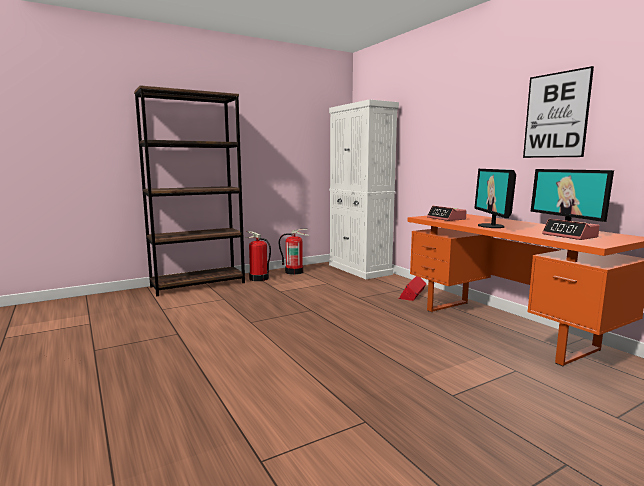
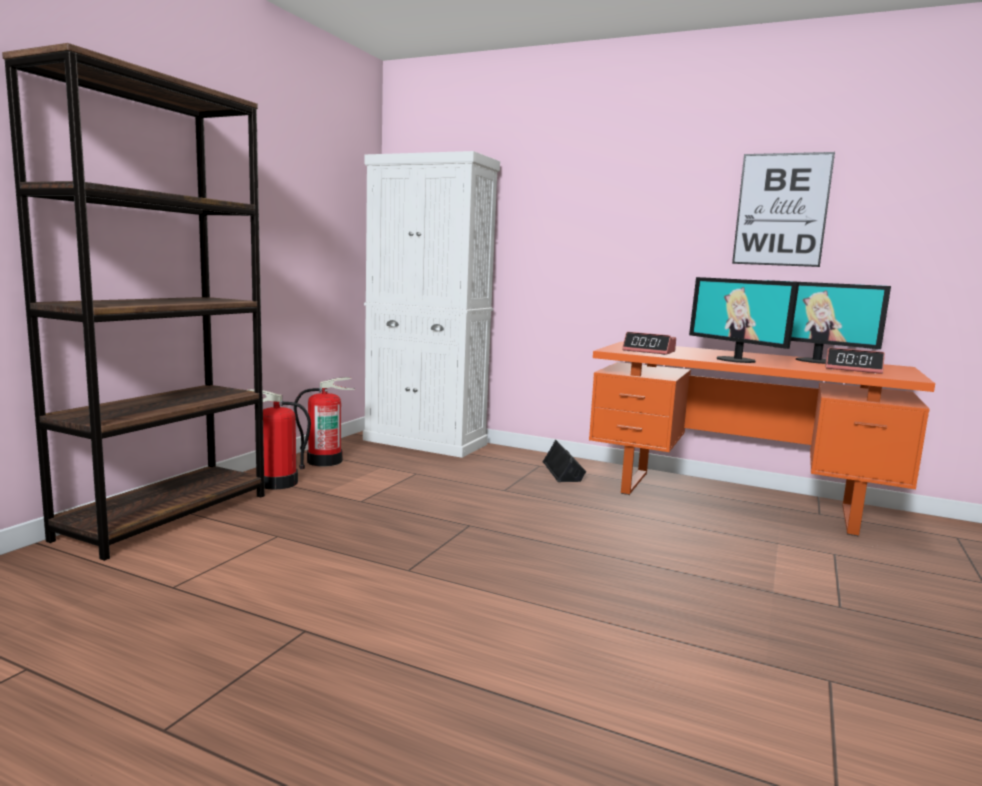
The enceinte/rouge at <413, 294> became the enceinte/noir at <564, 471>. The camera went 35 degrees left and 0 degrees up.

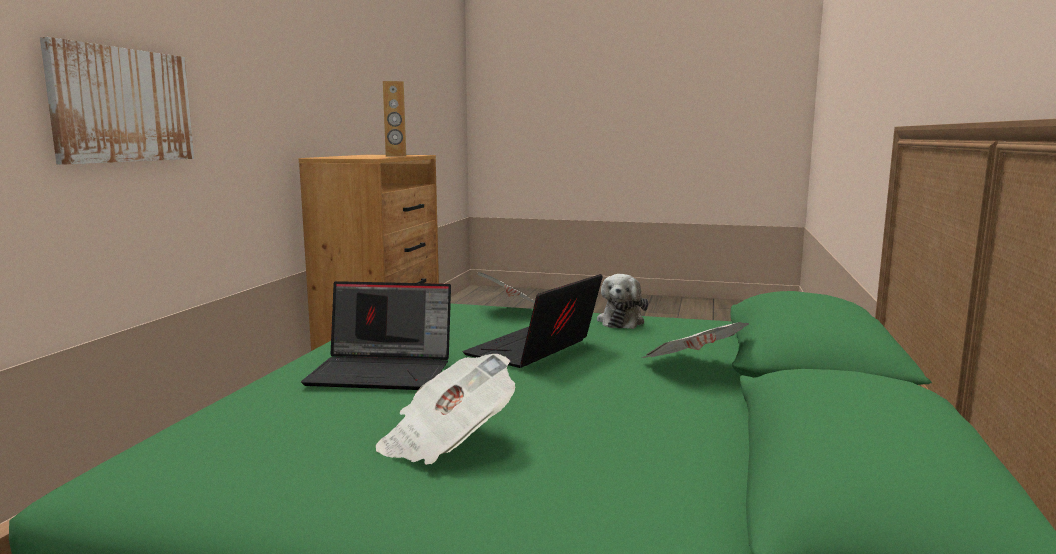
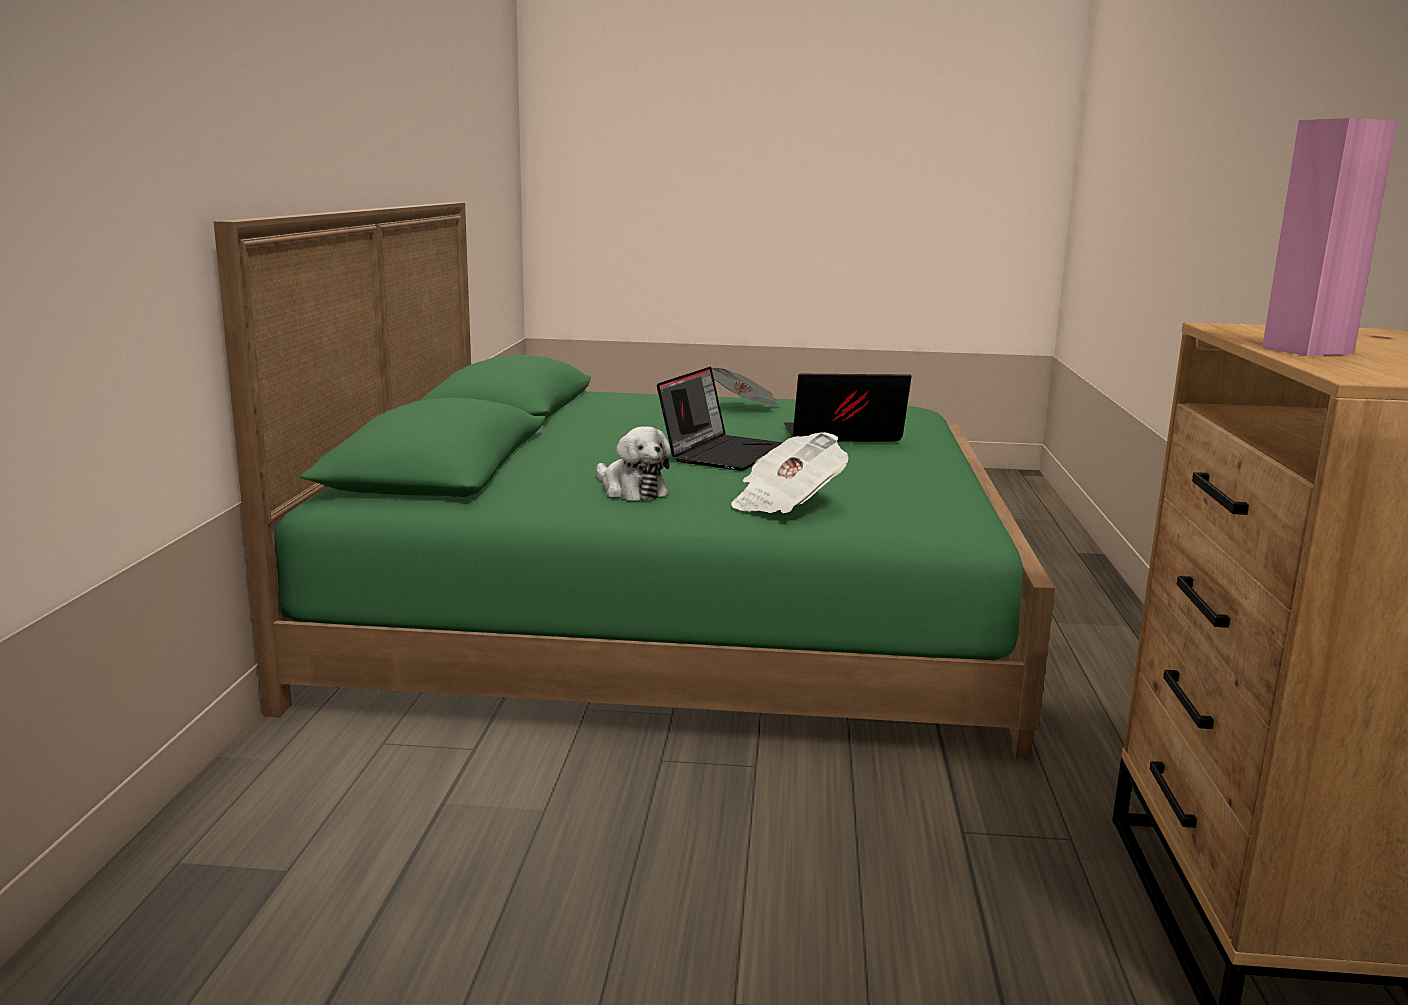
The tableau at <122, 105> disappeared. The journal at <692, 367> disappeared. The enceinte/marron at <396, 156> became the enceinte/rose at <1306, 350>. The peluche at <621, 321> turned 135 degrees clockwise. The camera went 170 degrees right and 5 degrees up.

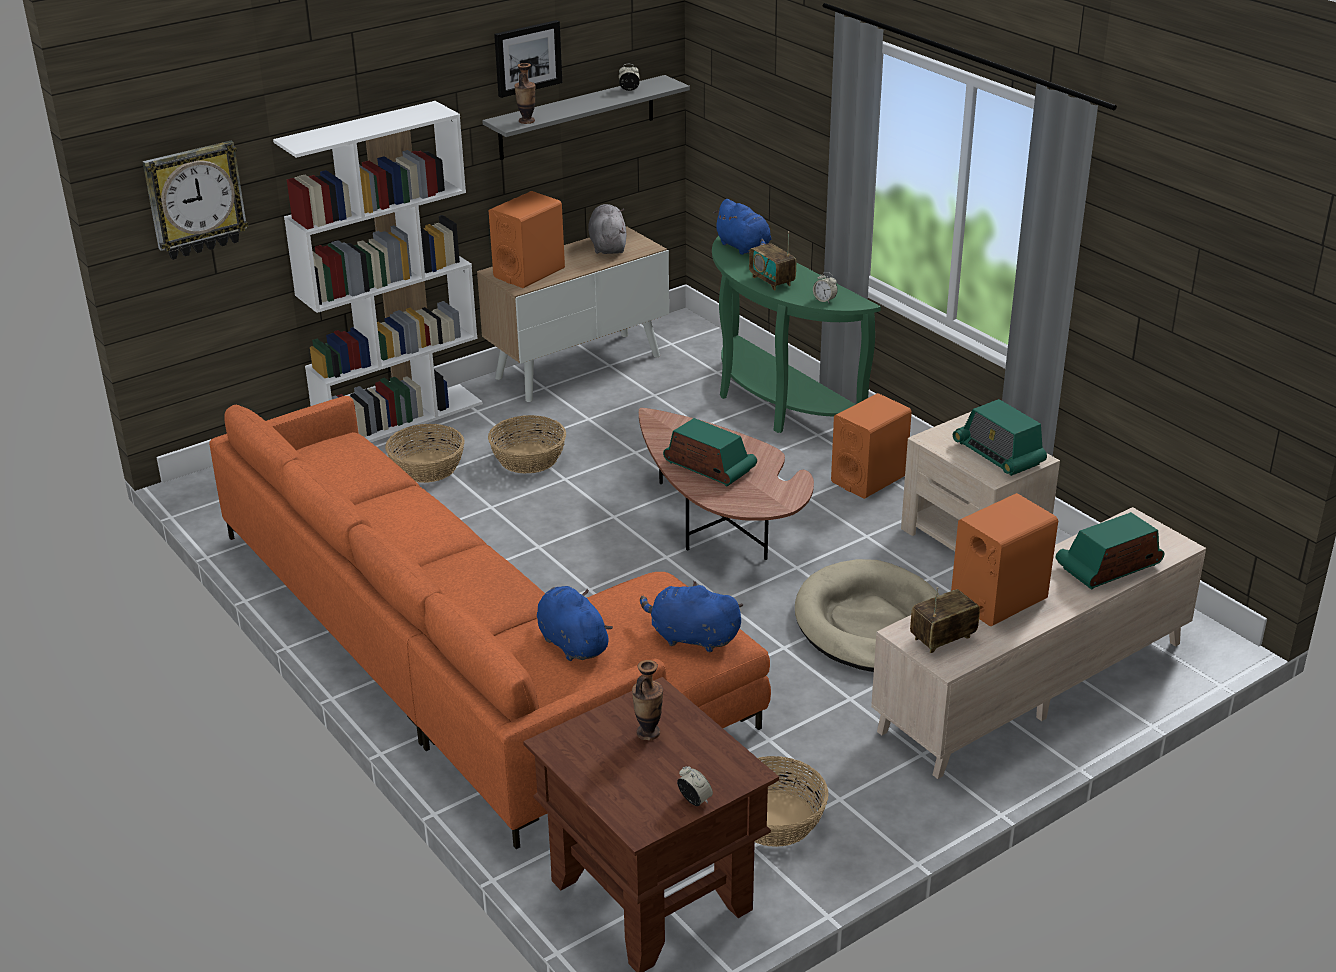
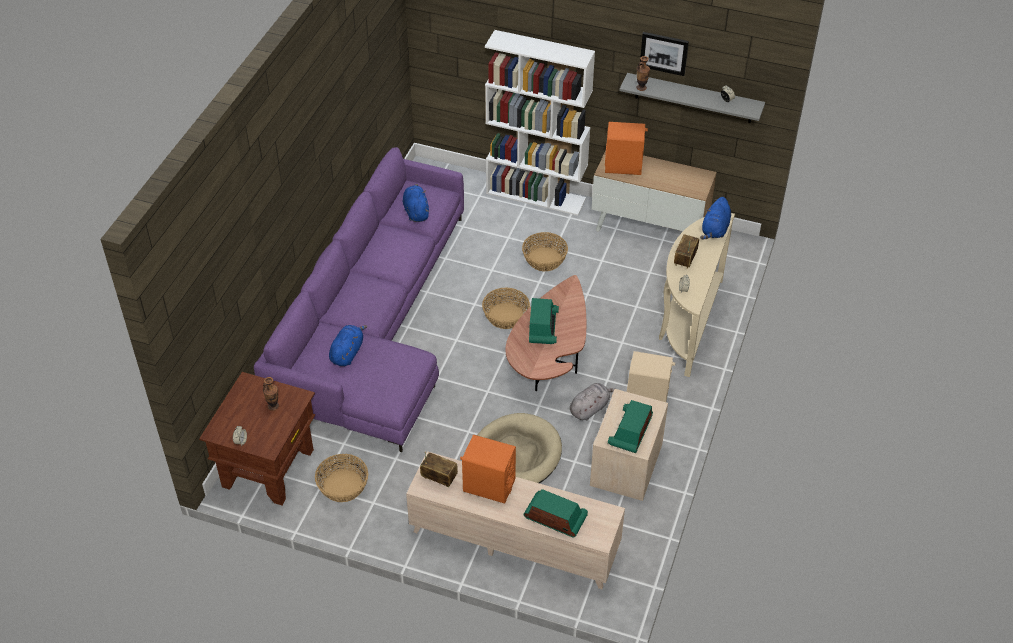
The horloge murale at <195, 200> disappeared. The panier moved from <427, 467> to <506, 316>. The peluche/gris moved from <608, 246> to <590, 408>. The peluche/bleu moved from <691, 637> to <416, 211>. The canapé/orange at <465, 654> became the canapé/violet at <374, 325>. The table console/vert at <774, 404> became the table console/beige at <687, 323>. The enceinte/orange at <869, 479> became the enceinte/beige at <647, 396>. The camera went 55 degrees right and 15 degrees up.

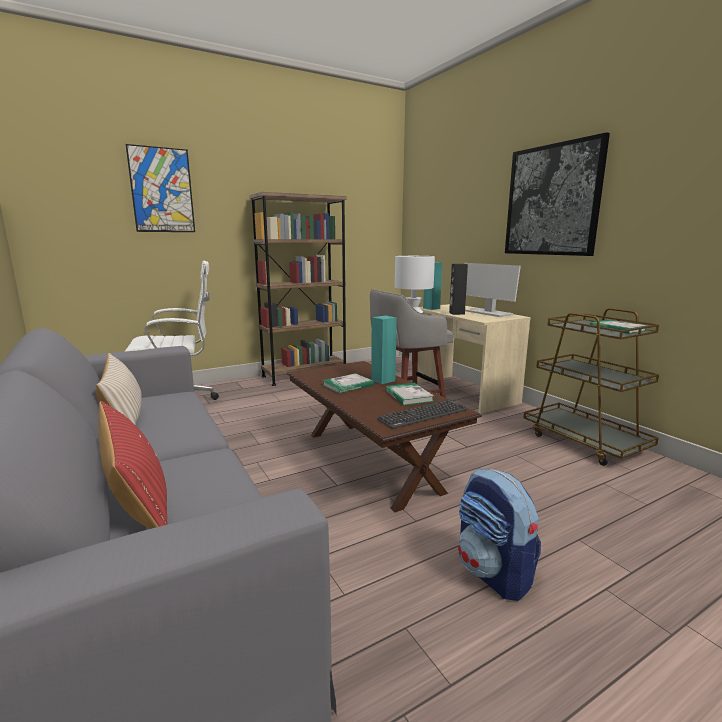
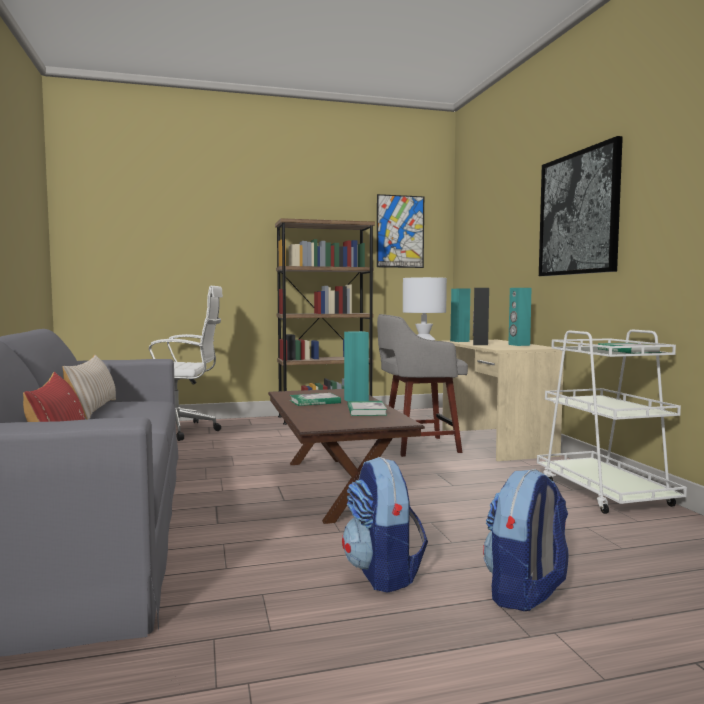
The clavier at <423, 415> disappeared. The sac à dos at <525, 593> appeared. The tableau moved from <162, 190> to <400, 231>. The écran d'ordinateur at <488, 313> was replaced by the enceinte/turquoise at <518, 345>. The chariot/marron at <584, 442> became the chariot/blanc at <604, 493>. The camera went 15 degrees right and 10 degrees down.

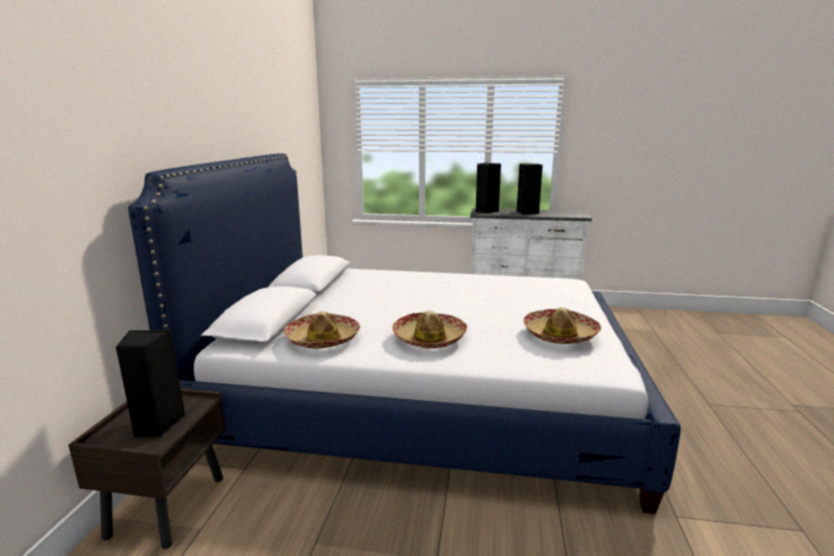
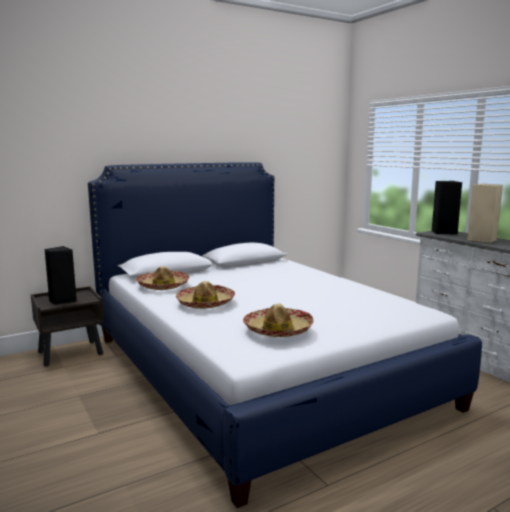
The enceinte/noir at <527, 212> became the enceinte/beige at <482, 240>. The camera went 50 degrees right and 5 degrees down.

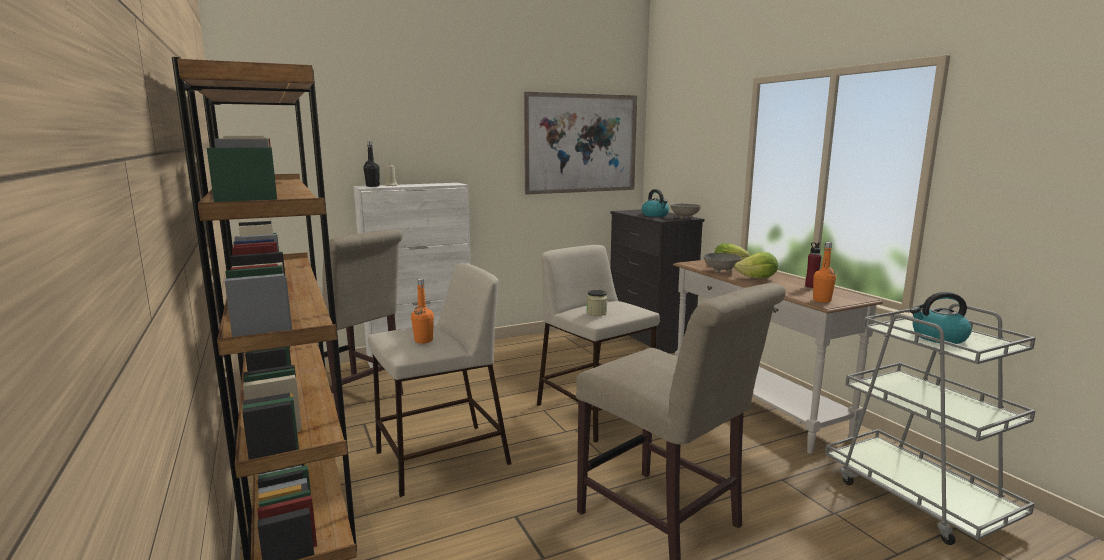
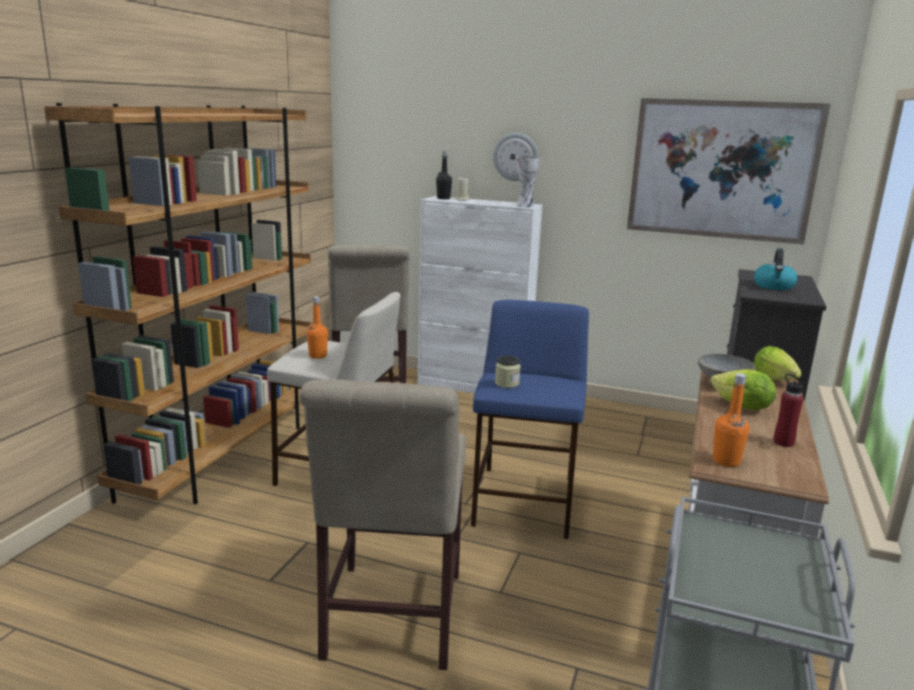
The bol/gris at <684, 218> disappeared. The bouilloire at <938, 337> disappeared. The horloge murale at <516, 157> appeared. The vase at <525, 206> appeared. The tabouret/beige at <595, 412> became the tabouret/bleu at <524, 502>. The camera went 45 degrees right and 5 degrees up.

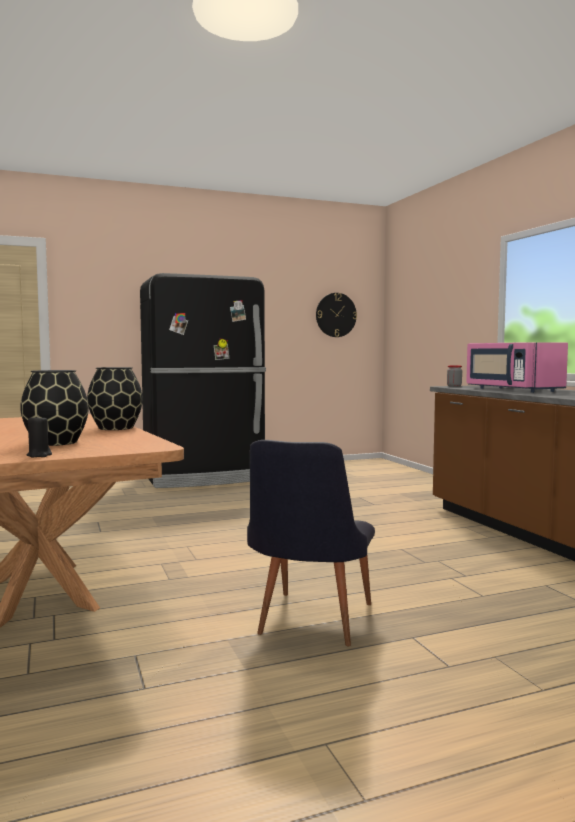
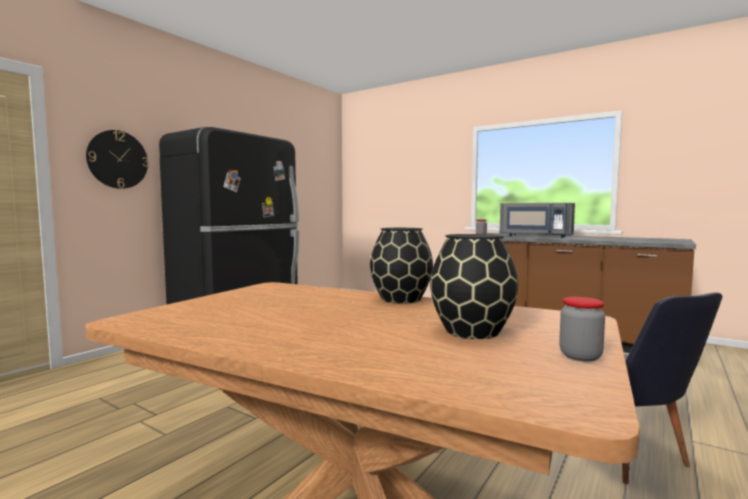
The horloge murale moved from <336, 315> to <118, 159>. The bougie/noir at <39, 455> was replaced by the bocal at <580, 356>. The micro-ondes/rose at <511, 390> became the micro-ondes/gris at <535, 236>. The camera went 35 degrees left and 0 degrees up.

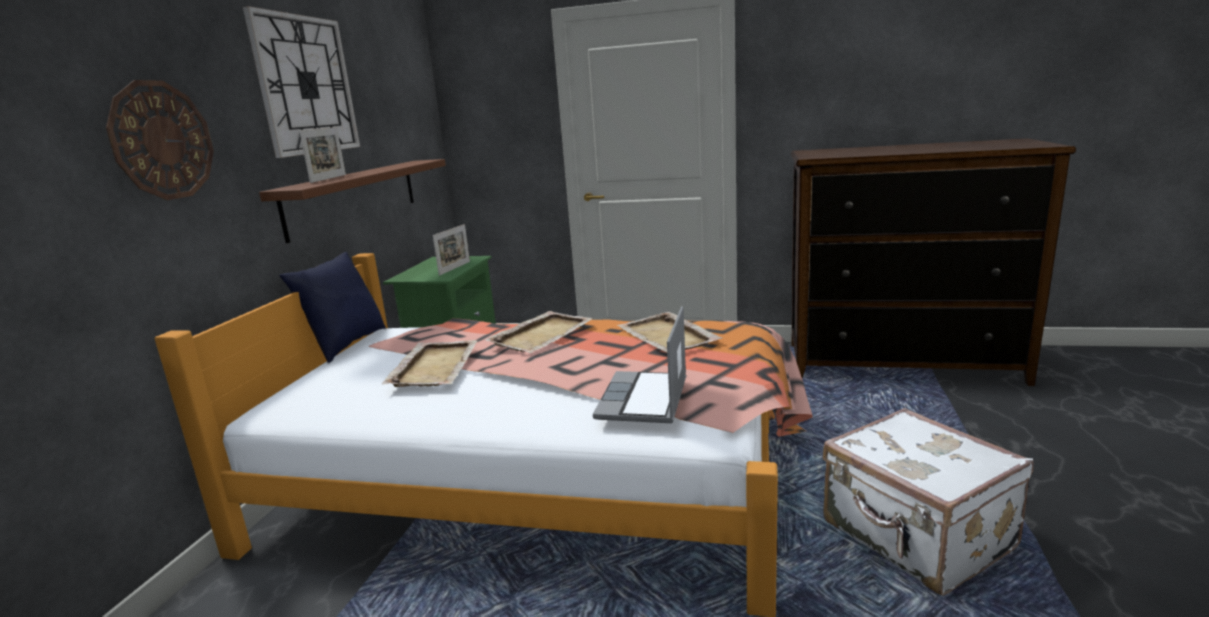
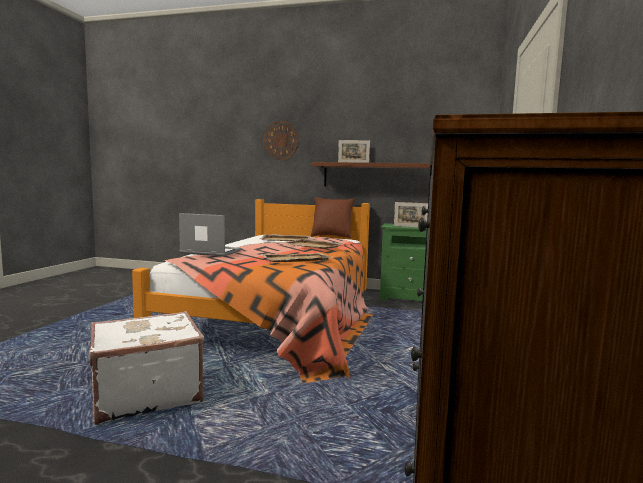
The horloge murale at <306, 85> disappeared. The coussin/bleu at <345, 345> became the coussin/marron at <331, 237>. The camera went 90 degrees right and 10 degrees down.

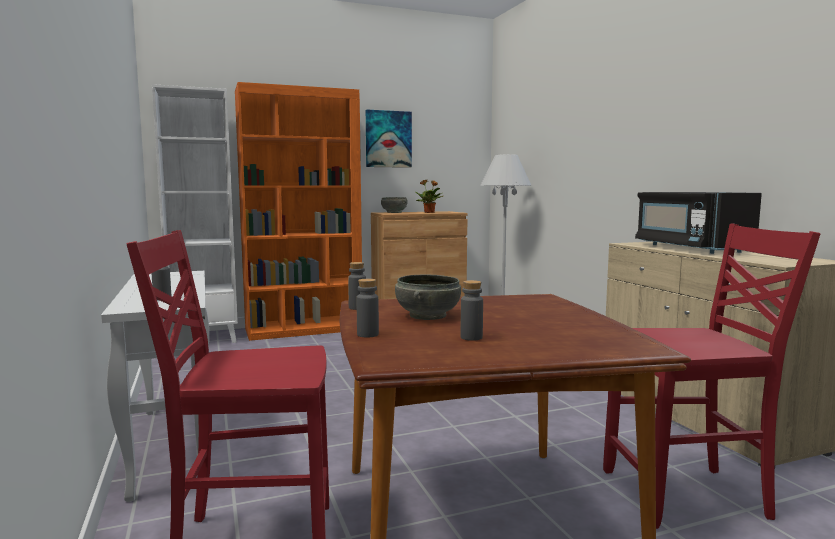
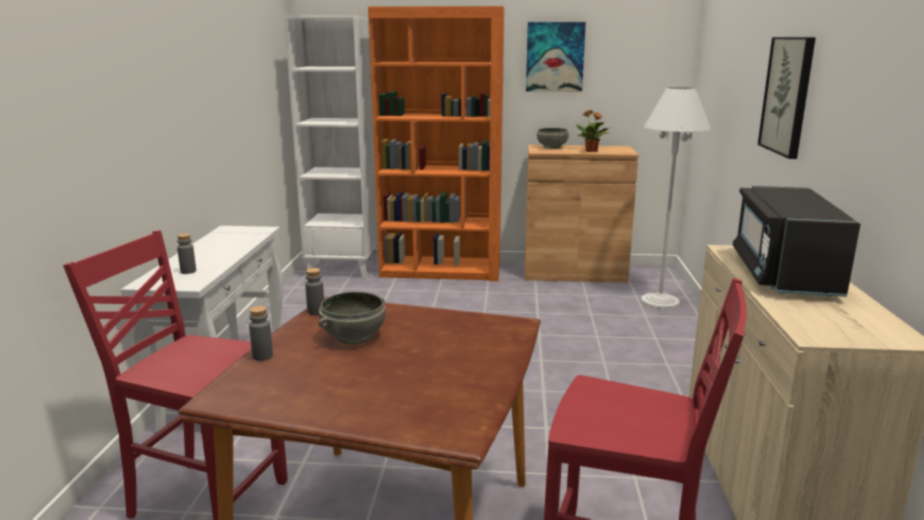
The bouteille/gris at <471, 337> disappeared. The tableau at <788, 95> appeared. The camera went 25 degrees right and 10 degrees up.

